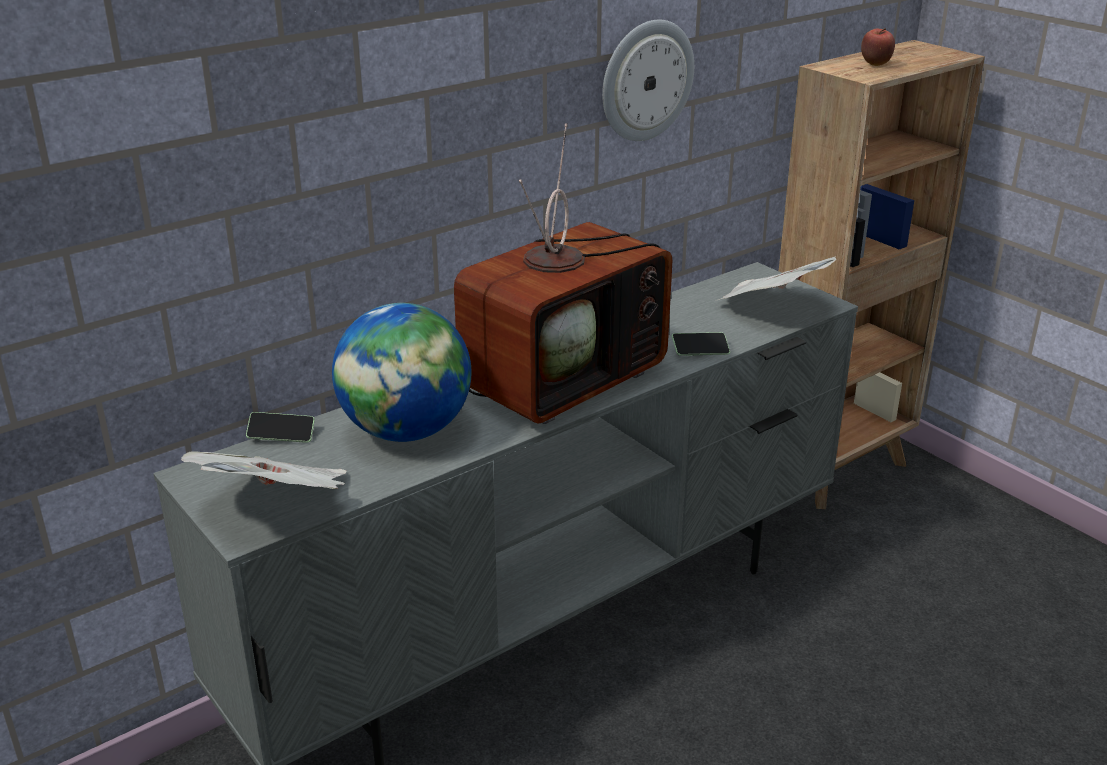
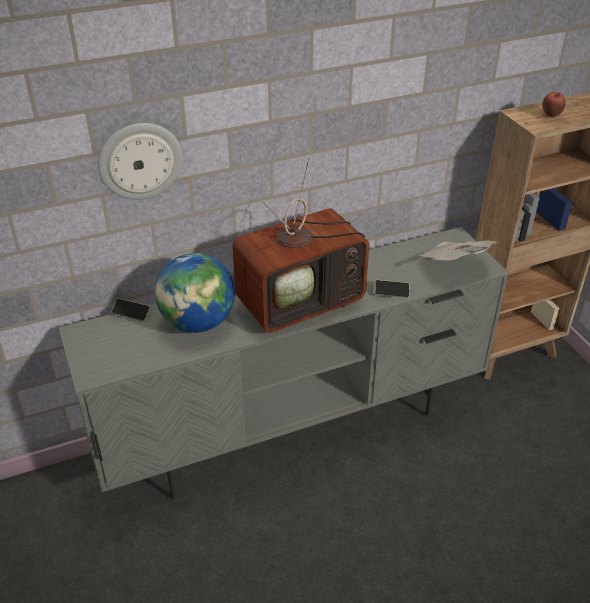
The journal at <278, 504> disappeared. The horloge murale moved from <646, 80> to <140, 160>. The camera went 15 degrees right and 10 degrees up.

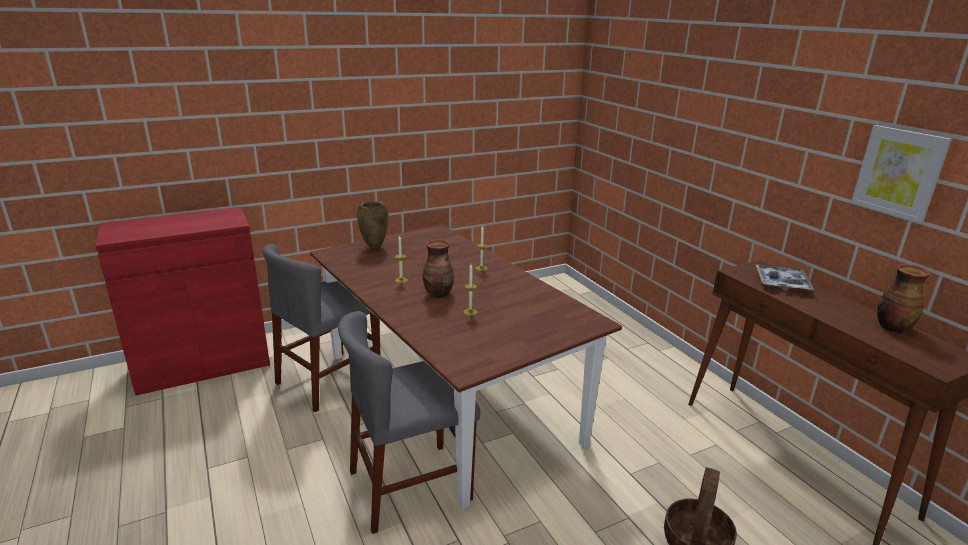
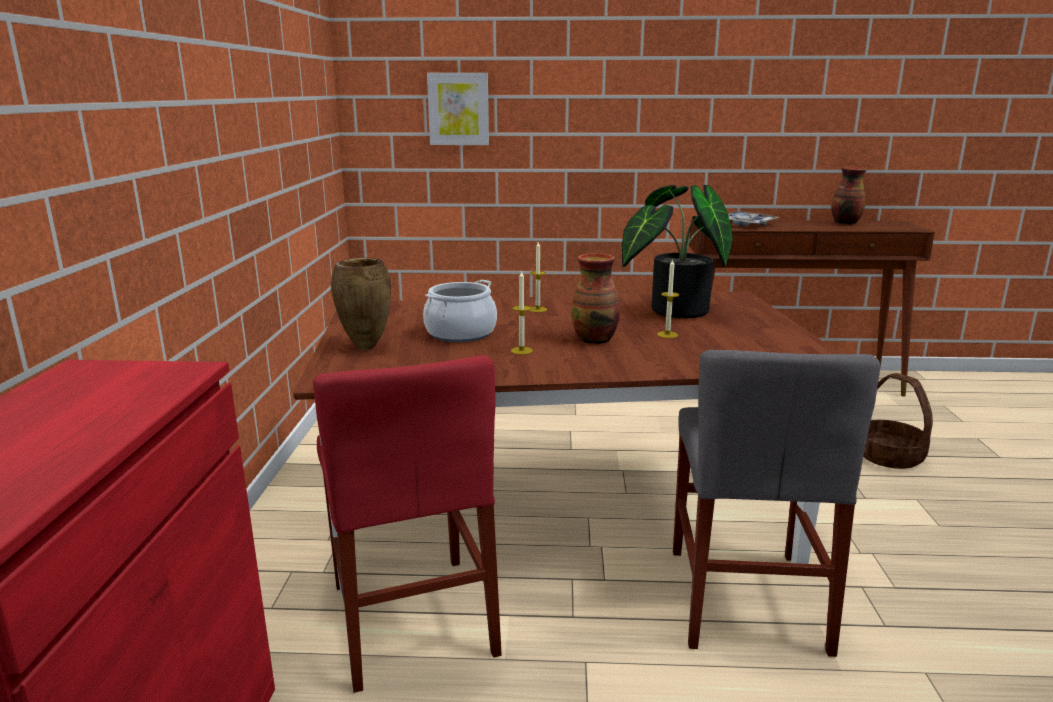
The marmite at <460, 333> appeared. The plante en pot at <672, 311> appeared. The tableau moved from <899, 172> to <458, 109>. The chaise/gris at <329, 380> became the chaise/rouge at <412, 618>. The camera went 60 degrees left and 5 degrees down.

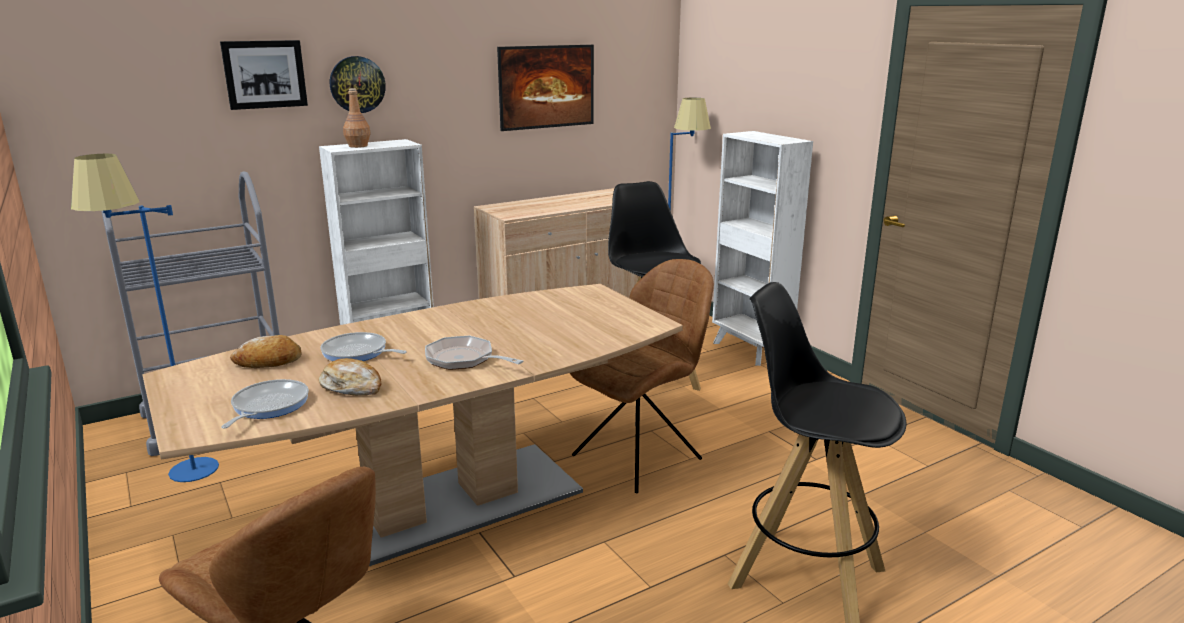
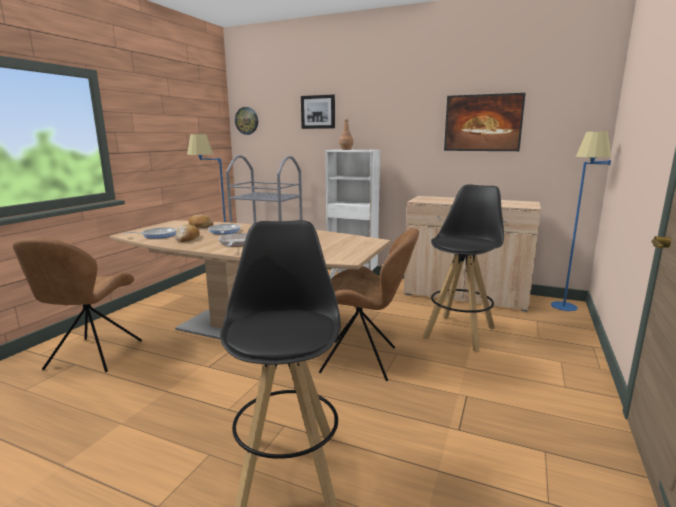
The bibliothèque/blanc at <750, 350> disappeared. The horloge murale moved from <357, 84> to <246, 120>. The camera went 55 degrees right and 5 degrees down.

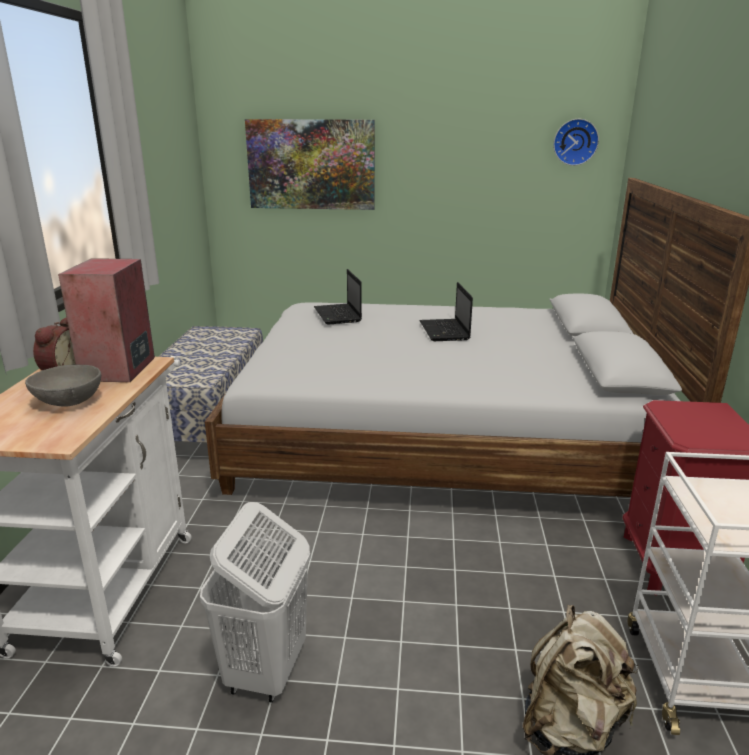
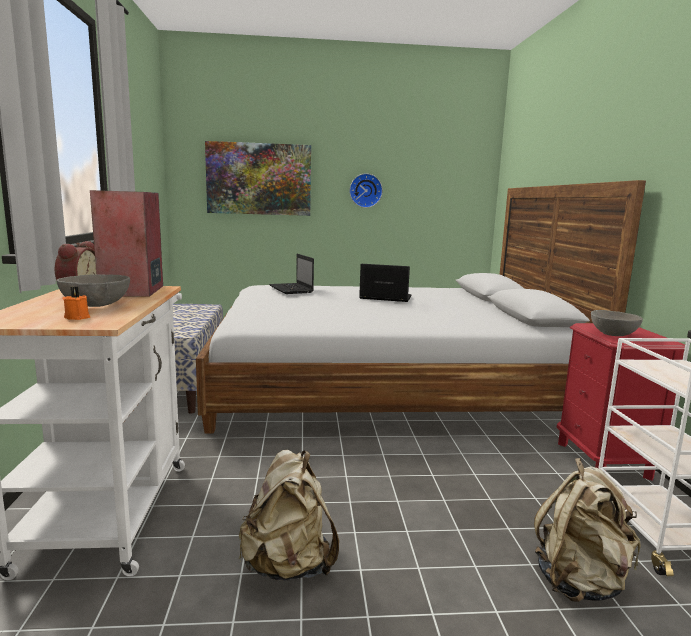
The bougie/orange at <77, 317> appeared. The bol/gris at <613, 335> appeared. The horloge murale moved from <575, 142> to <365, 190>. The panier à linge/blanc at <265, 671> was replaced by the sac à dos/beige at <288, 565>. The ordinateur portable at <445, 331> turned 120 degrees clockwise. The camera went 10 degrees left and 10 degrees down.

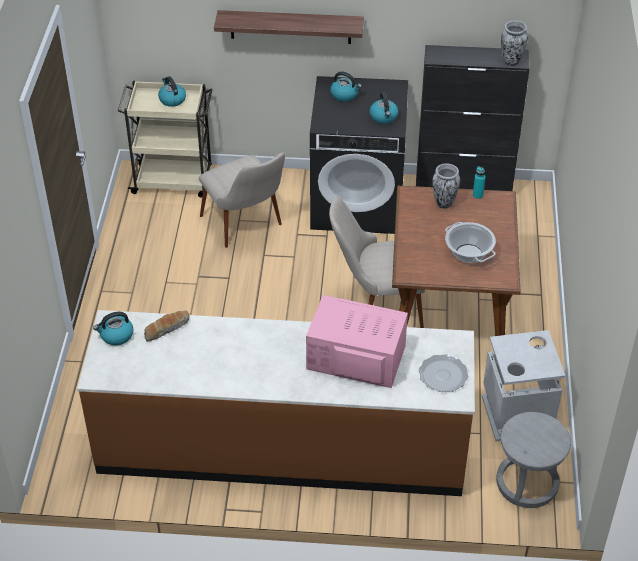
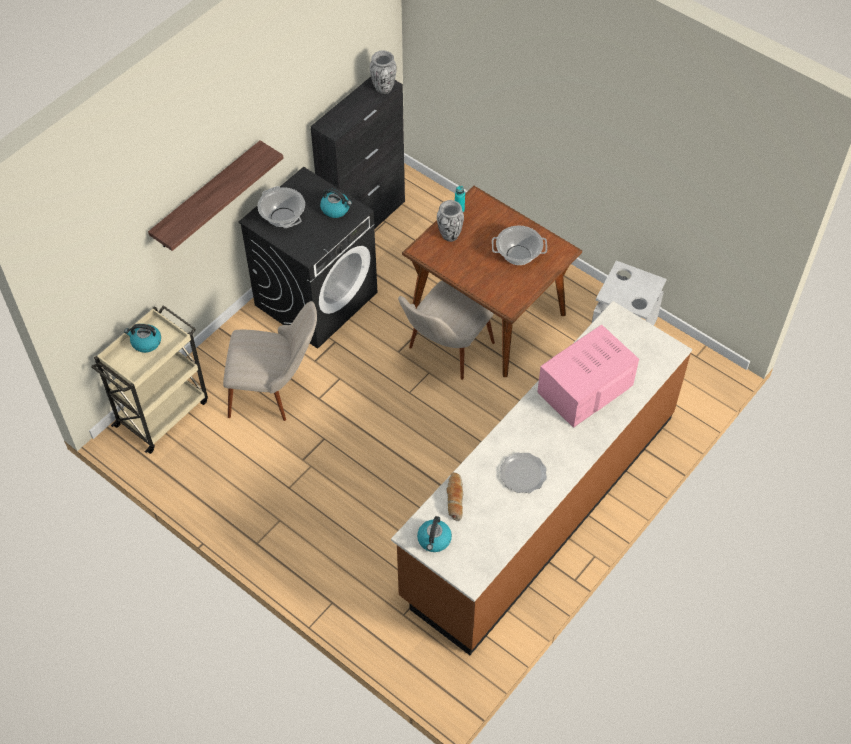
The tabouret/gris at <527, 482> disappeared. The assiette moved from <442, 375> to <522, 474>. The bouilloire at <345, 95> was replaced by the marmite at <282, 217>. The camera went 55 degrees left and 10 degrees up.

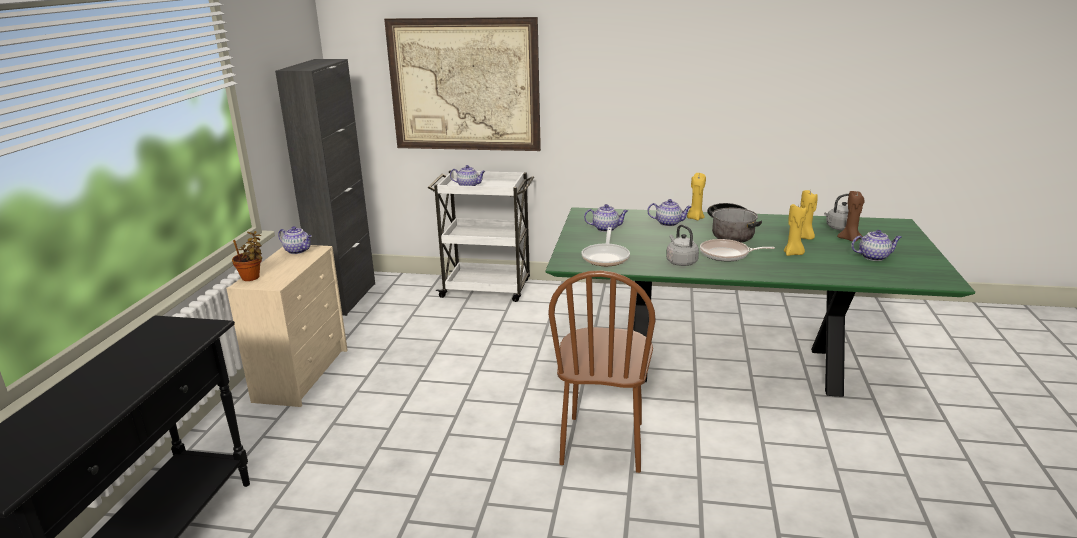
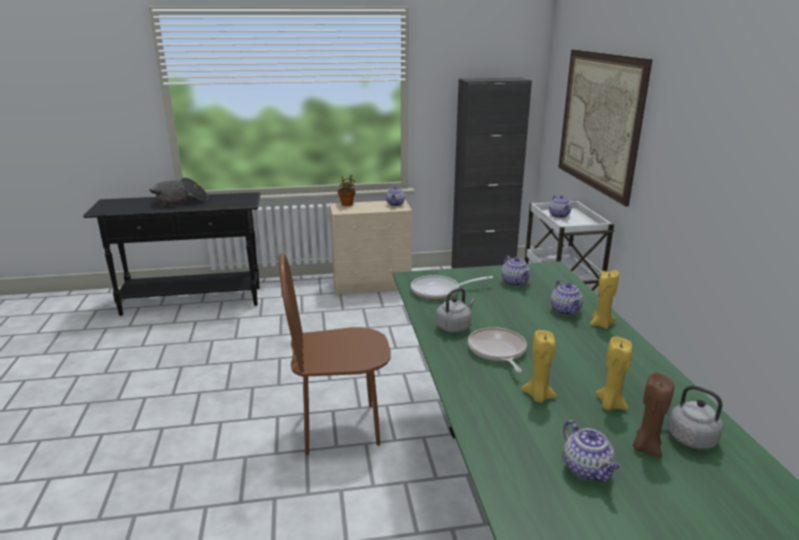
The marmite moved from <730, 233> to <181, 201>. The camera went 70 degrees right and 0 degrees up.

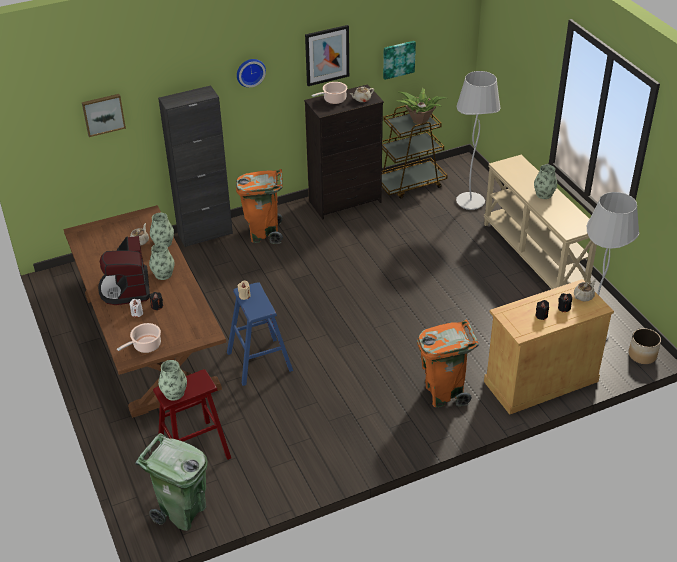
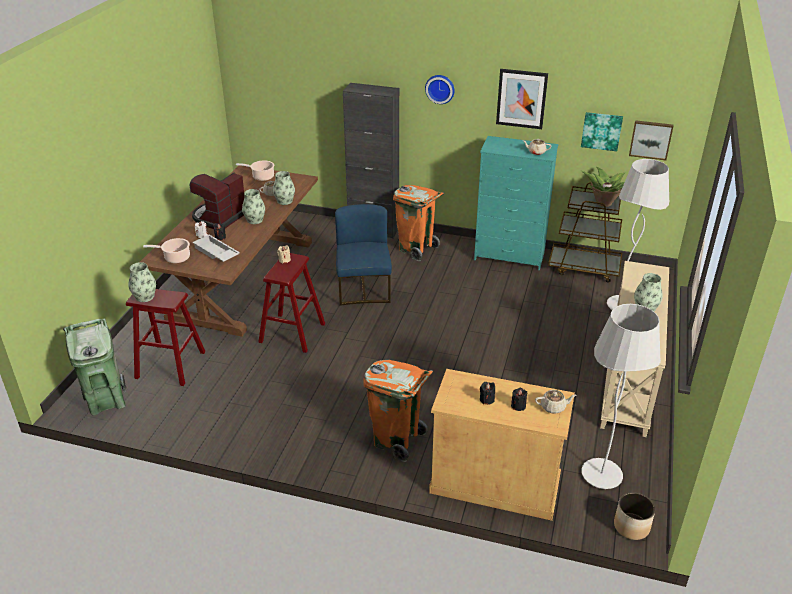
The plateau/blanc at <215, 253> appeared. The chaise/bleu at <364, 289> appeared. The tableau moved from <103, 114> to <650, 139>. The marmite moved from <333, 100> to <261, 177>. The tabouret/bleu at <259, 361> became the tabouret/rouge at <292, 333>. The commode/noir at <346, 202> became the commode/turquoise at <510, 256>. The camera went 40 degrees right and 5 degrees down.

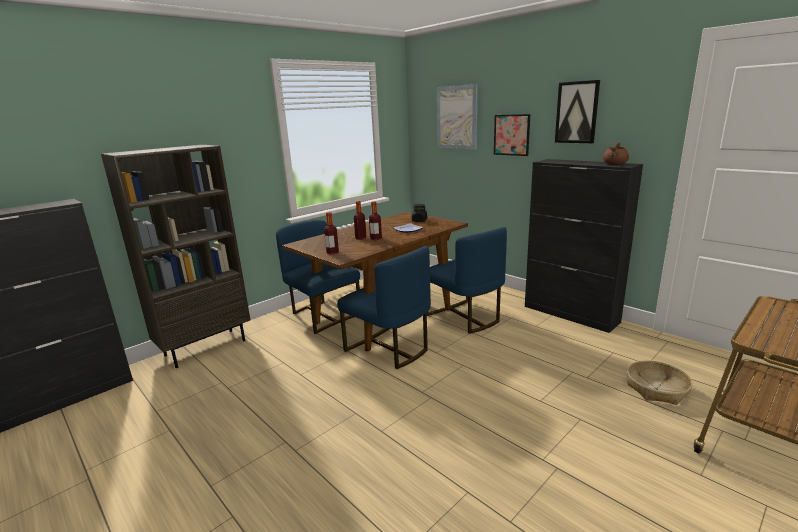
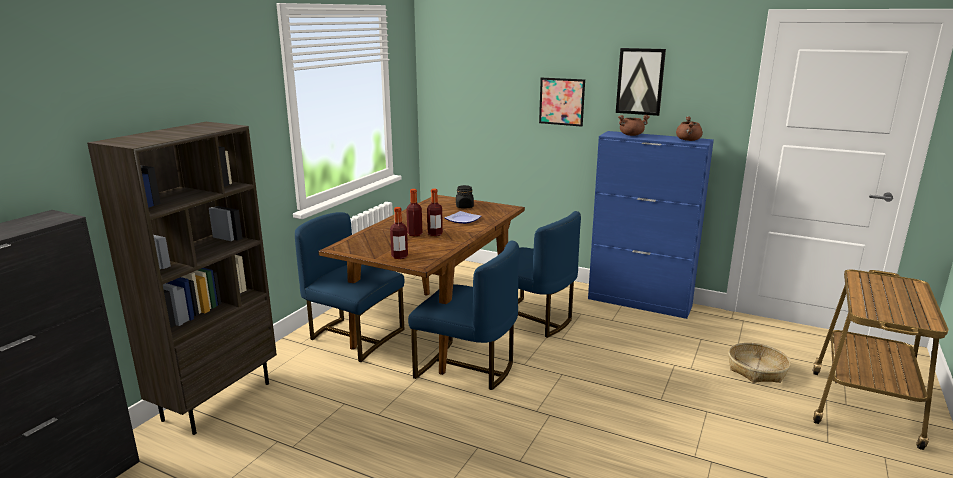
The tableau at <457, 117> disappeared. The marmite/marron at <631, 135> appeared. The meuble de rangement/noir at <571, 314> became the meuble de rangement/bleu at <640, 302>. The camera went 20 degrees left and 0 degrees up.

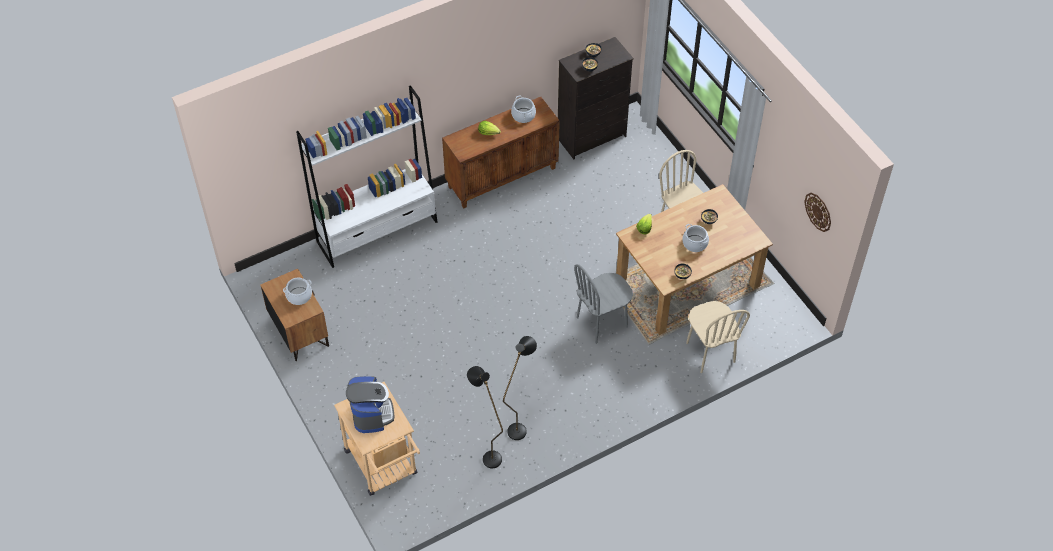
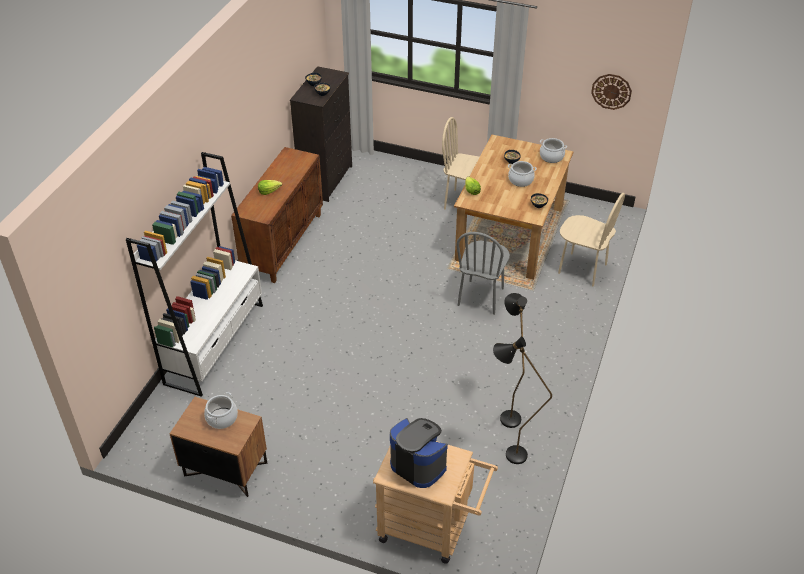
The marmite moved from <523, 115> to <551, 157>. The camera went 40 degrees left and 10 degrees down.

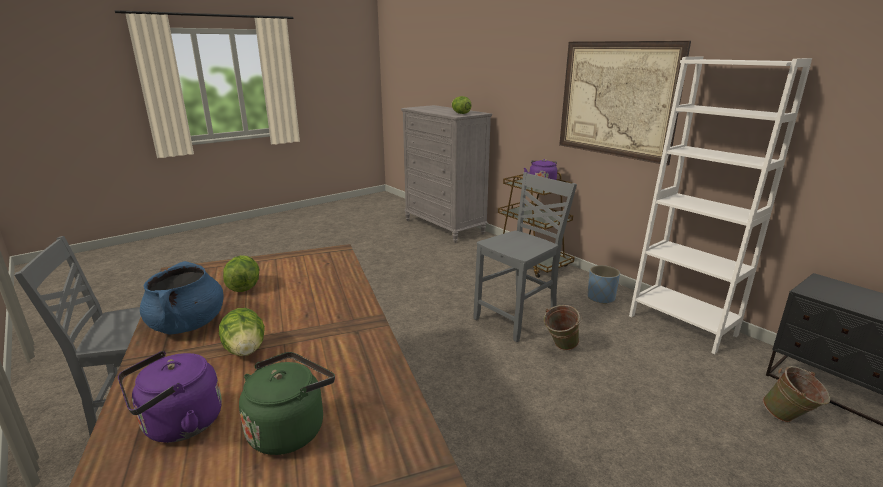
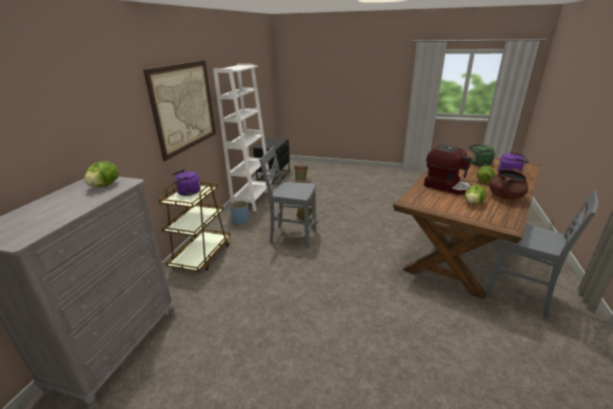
The machine à café at <447, 186> appeared. The marmite/bleu at <188, 325> became the marmite/marron at <505, 196>. The camera went 125 degrees left and 5 degrees up.

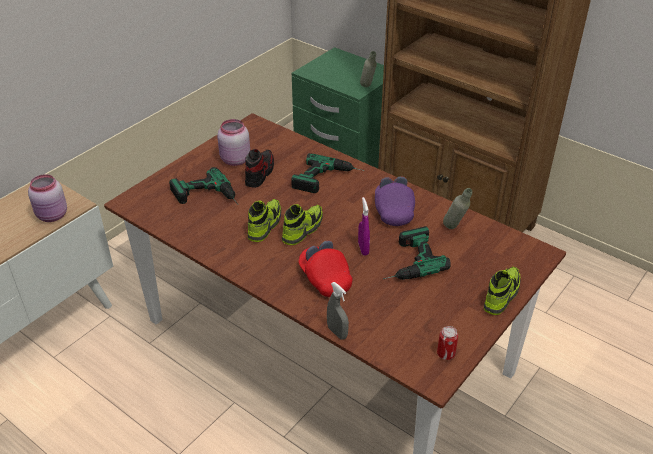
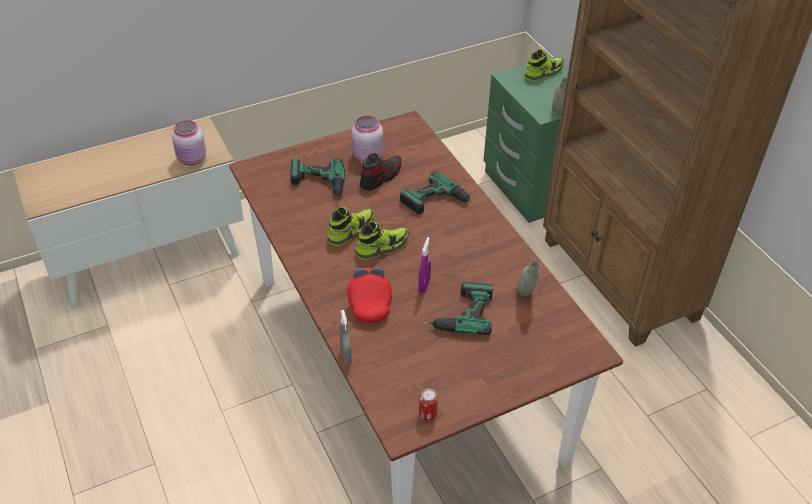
The casquette/violet at <393, 210> disappeared. The chaussure moved from <501, 295> to <543, 73>. The camera went 25 degrees right and 5 degrees up.

